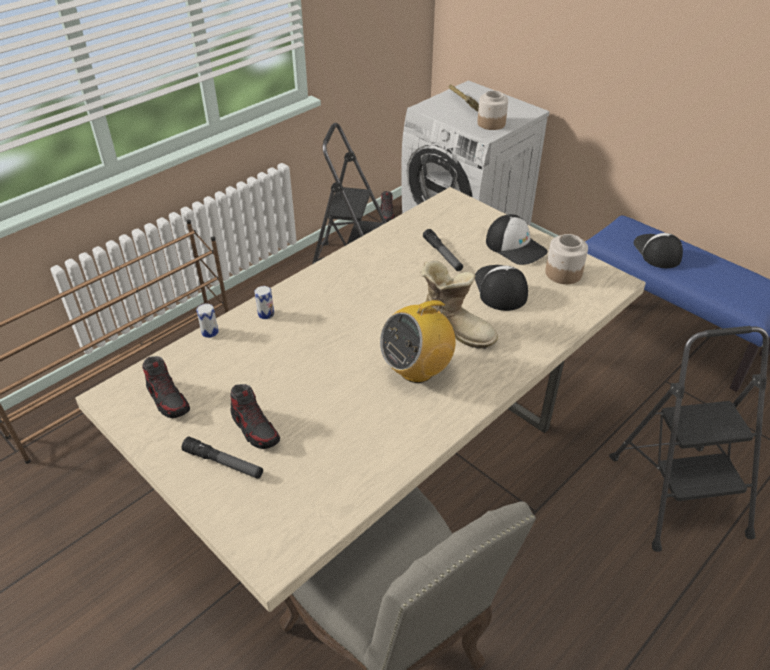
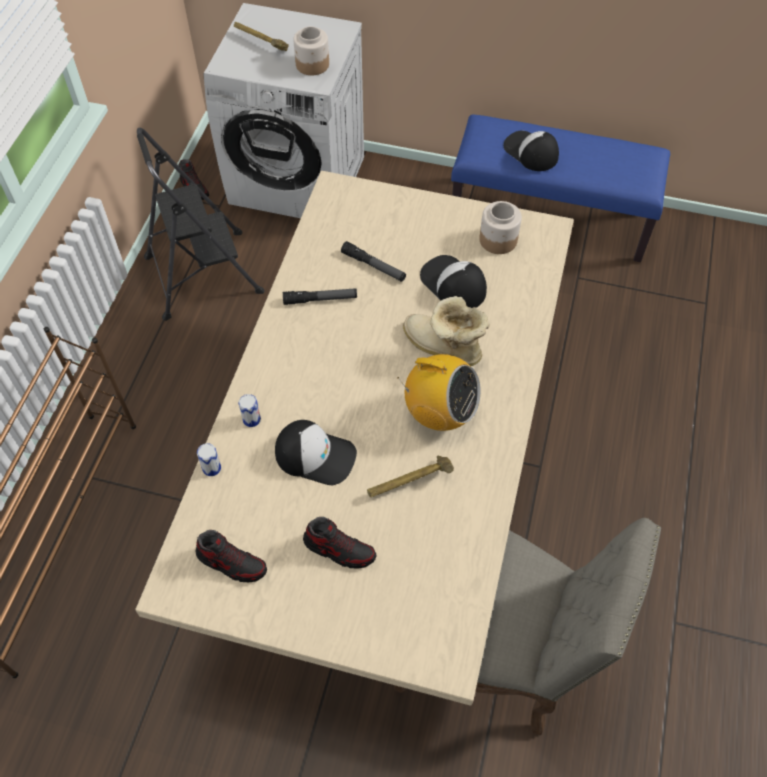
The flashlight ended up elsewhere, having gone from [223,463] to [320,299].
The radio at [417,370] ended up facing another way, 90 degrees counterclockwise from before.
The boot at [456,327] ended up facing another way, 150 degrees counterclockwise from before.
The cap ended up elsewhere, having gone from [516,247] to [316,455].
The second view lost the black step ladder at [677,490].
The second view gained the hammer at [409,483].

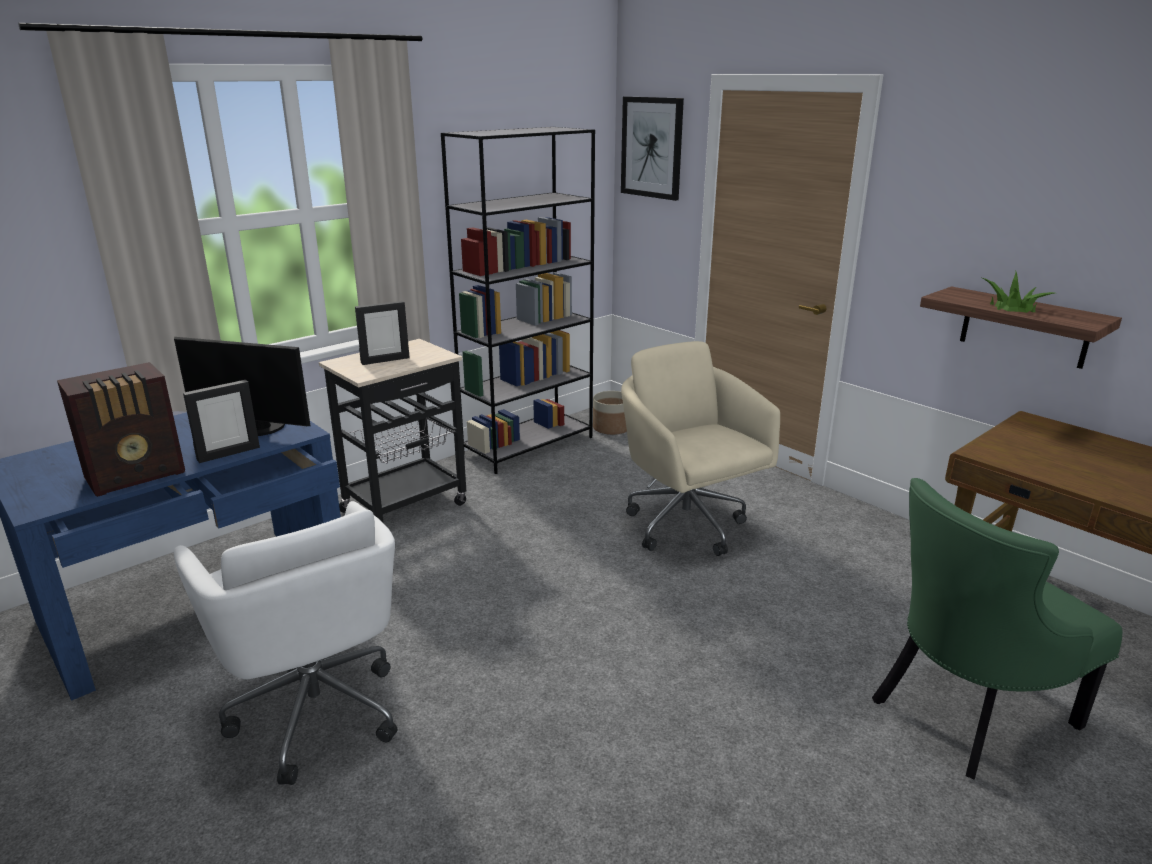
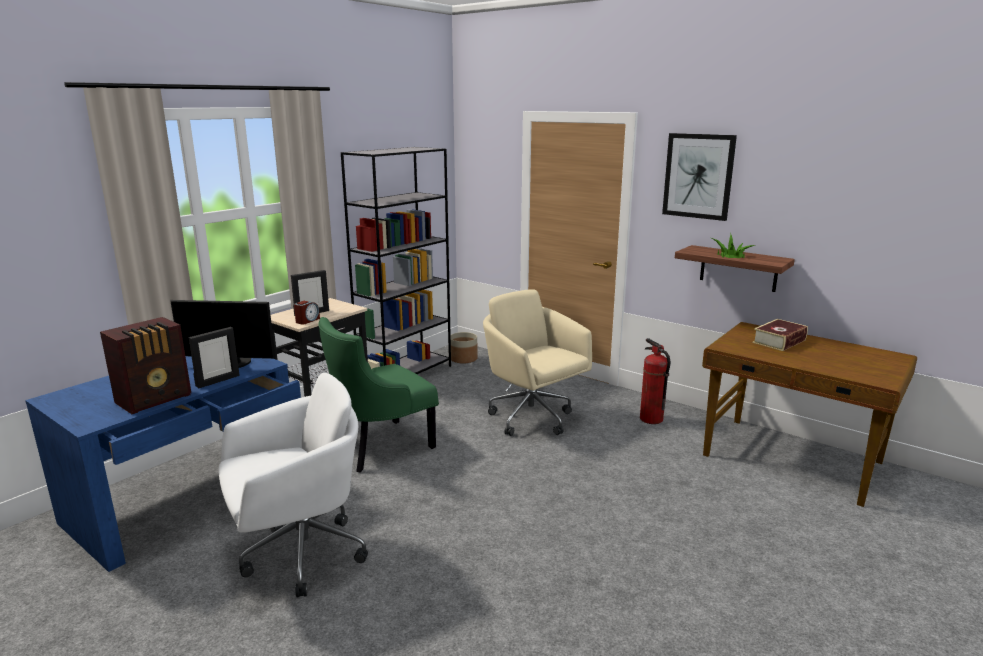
The white office chair at [314,711] ended up facing another way, 75 degrees counterclockwise from before.
The picture ended up elsewhere, having gone from [652,147] to [698,176].
The green chair ended up elsewhere, having gone from [971,709] to [382,446].
The second view gained the alarm clock at [307,320].
The second view gained the fire extinguisher at [651,419].
The second view gained the book at [779,341].

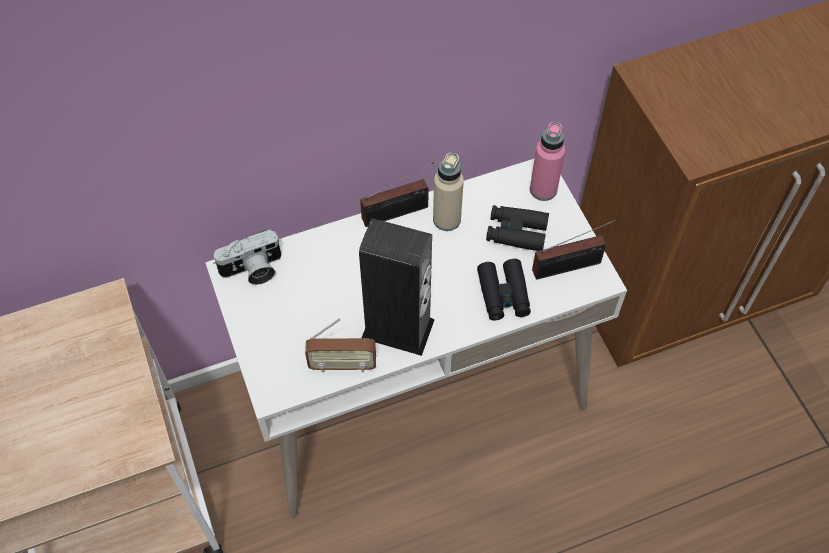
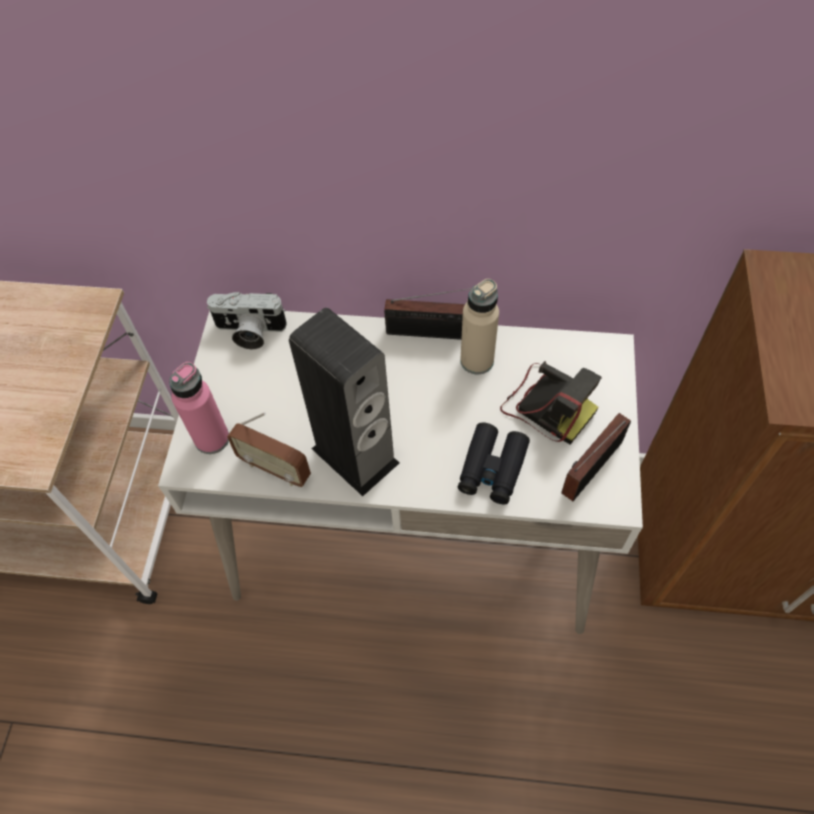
Where the black binoculars stood at [516,232], the photo camera came to stand at [546,405].
The pink bottle ended up elsewhere, having gone from [543,190] to [212,439].
The radio at [570,266] ended up facing another way, 120 degrees clockwise from before.

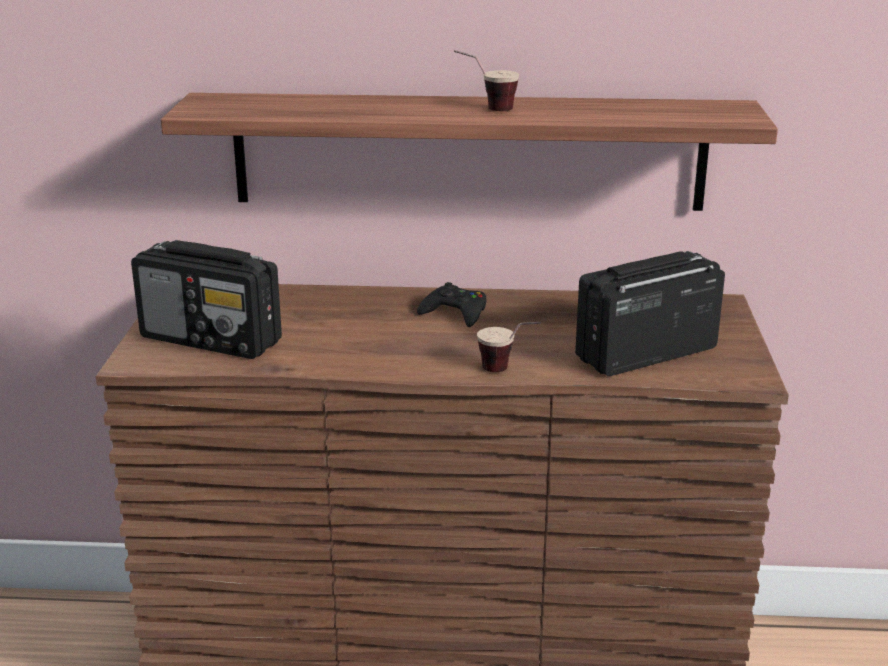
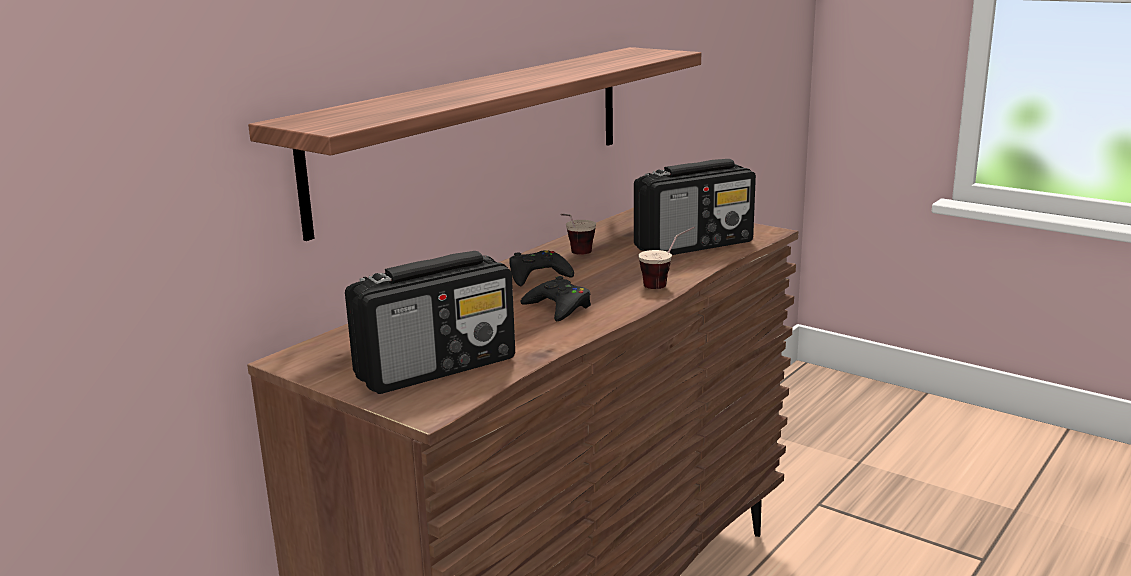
The cup ended up elsewhere, having gone from [486,109] to [575,256].
The radio at [644,354] ended up facing another way, 120 degrees counterclockwise from before.
The second view gained the black game controller at [558,307].

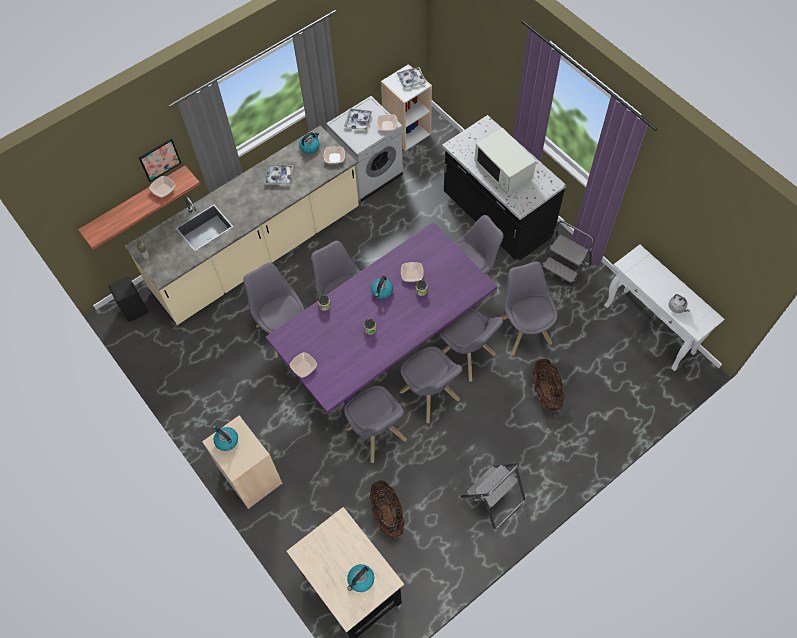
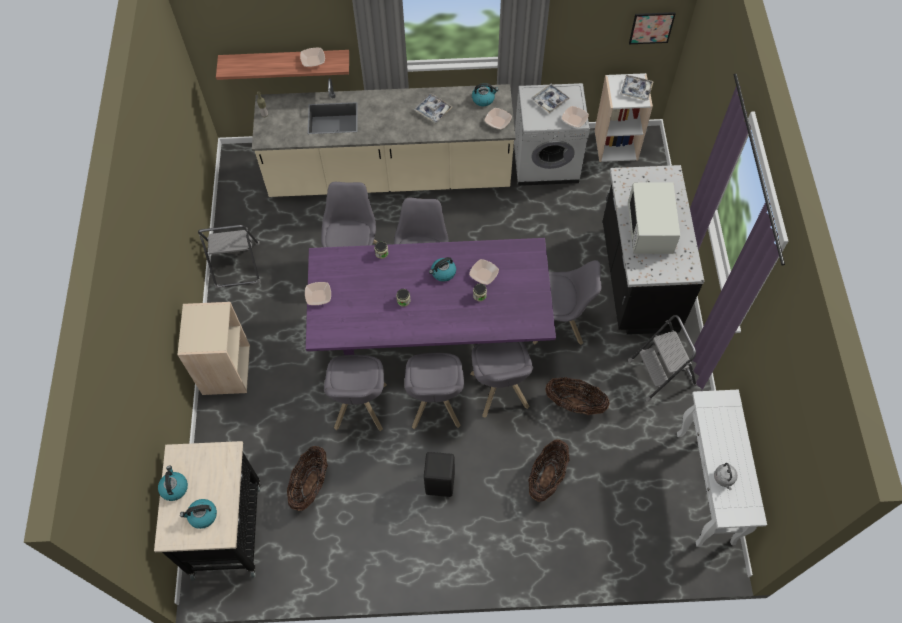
The black stool ended up elsewhere, having gone from [134,311] to [439,484].
The picture ended up elsewhere, having gone from [159,159] to [651,27].
The kettle ended up elsewhere, having gone from [226,440] to [174,487].
The grey step ladder ended up elsewhere, having gone from [493,500] to [237,267].
Where the grey chair stood at [524,330], the basket came to stand at [575,404].

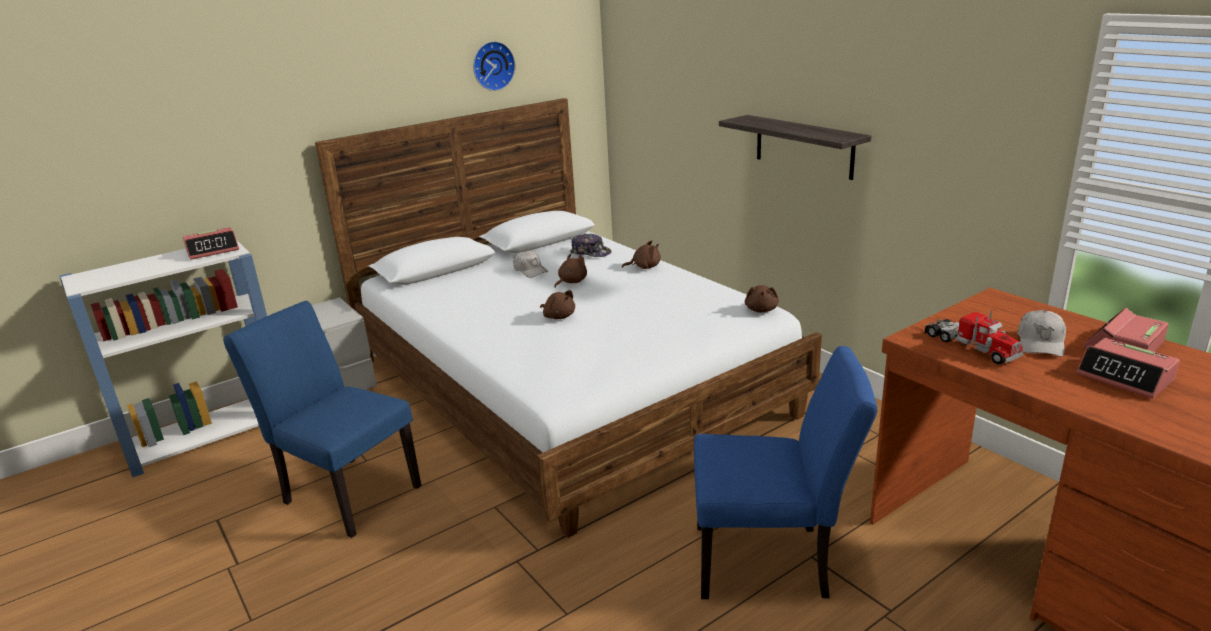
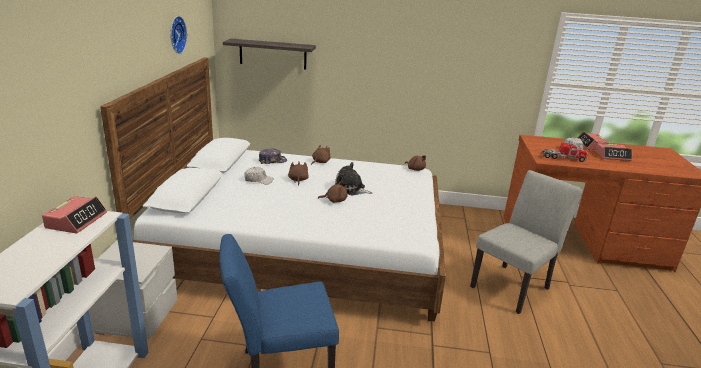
What was the blue chair at [772,561] turned into the grey chair at [514,285].
The shelf ended up elsewhere, having gone from [803,146] to [273,54].
The second view gained the plush toy at [351,189].

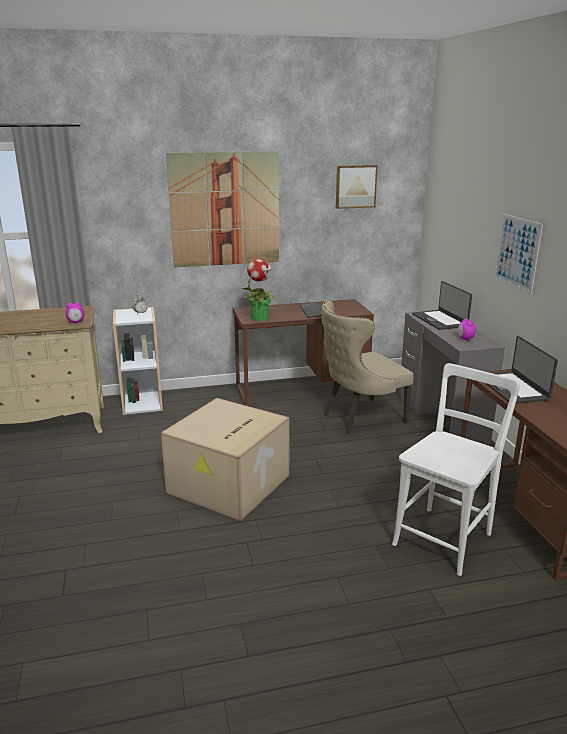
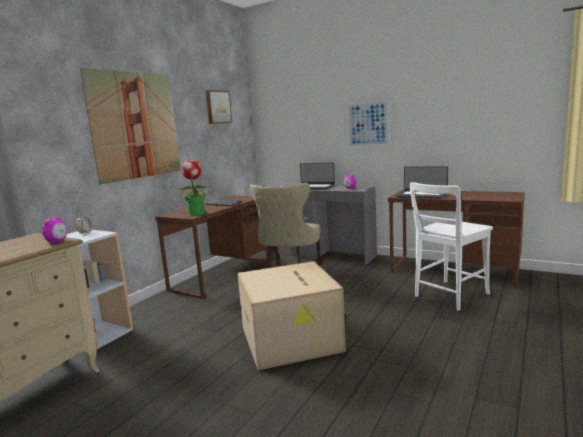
The white chair at [445,536] ended up facing another way, 120 degrees counterclockwise from before.

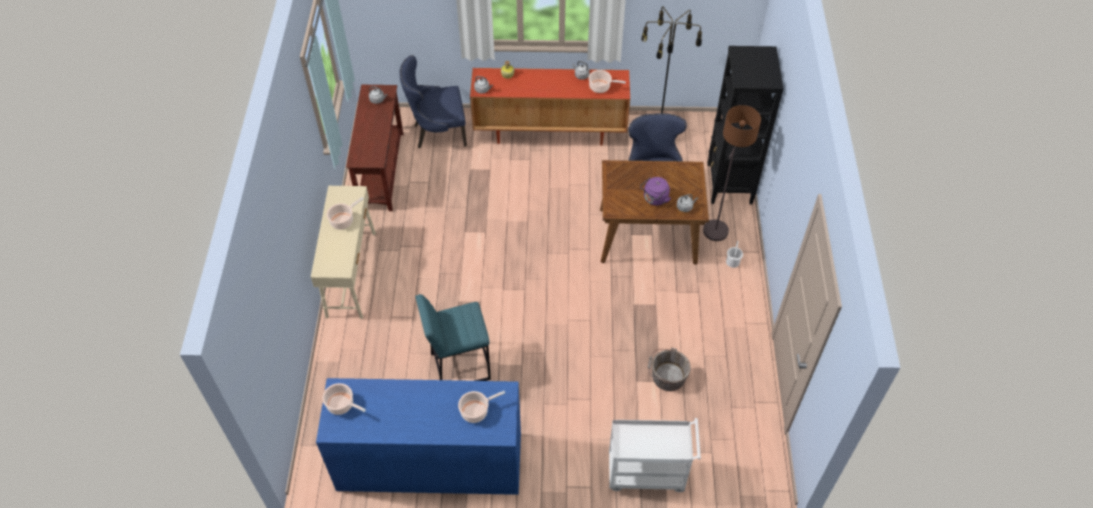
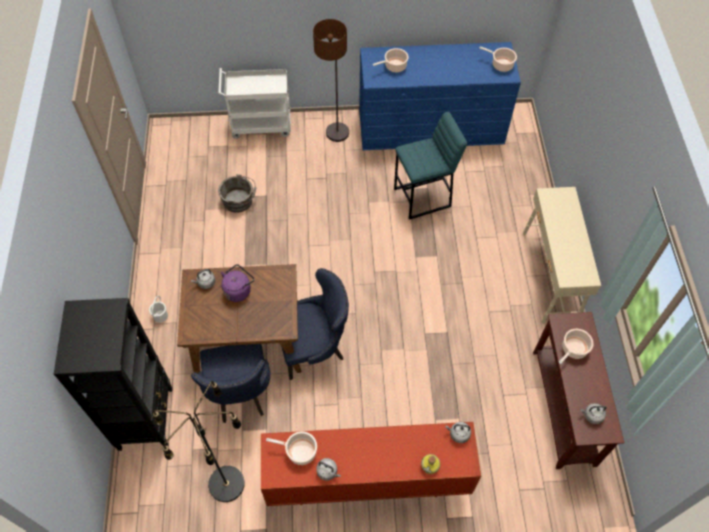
The cooking pot ended up elsewhere, having gone from [343,220] to [573,349].
The blue chair ended up elsewhere, having gone from [437,133] to [314,348].
The brown floor lamp ended up elsewhere, having gone from [718,225] to [334,138].

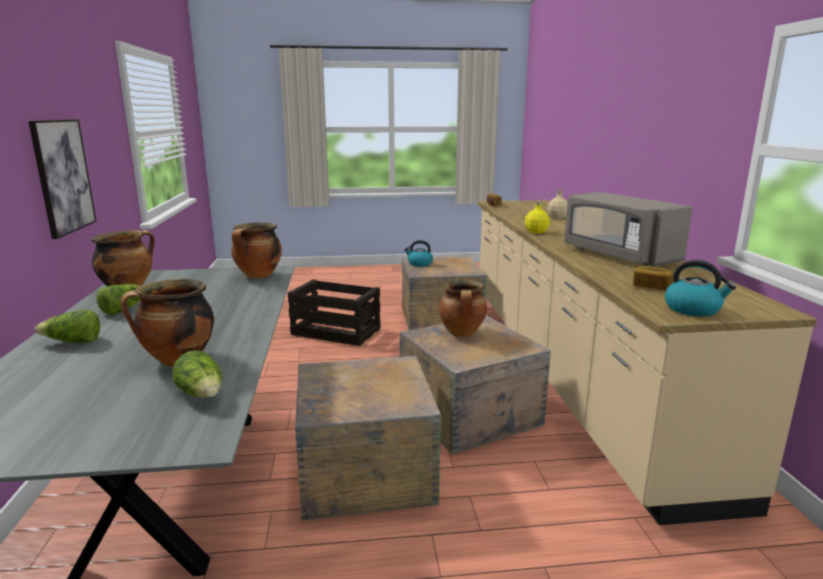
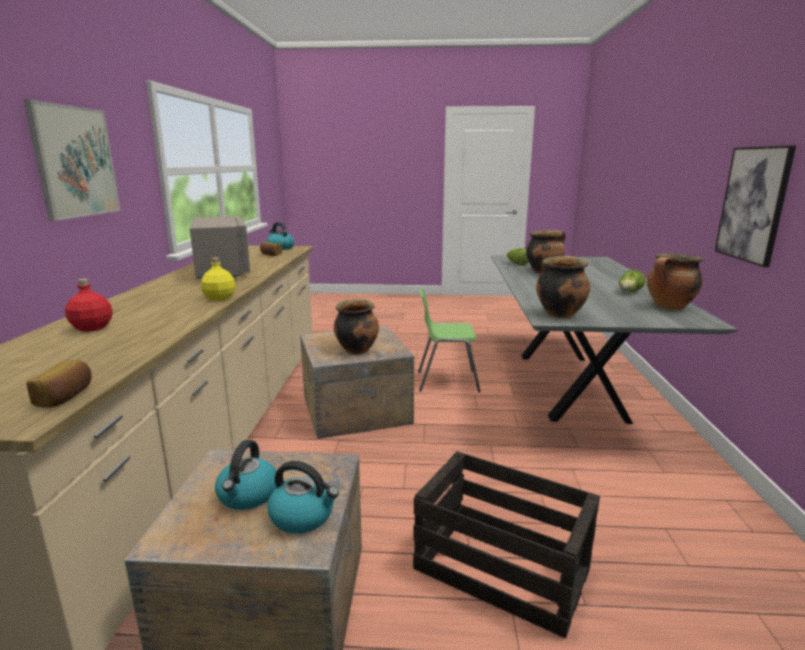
The second view lost the lettuce at [73,342].
Where the crate stood at [367,471], the green chair came to stand at [446,381].
What was the beige bottle at [557,217] turned into the red bottle at [92,328].
The second view gained the picture at [75,162].
The second view gained the kettle at [248,495].

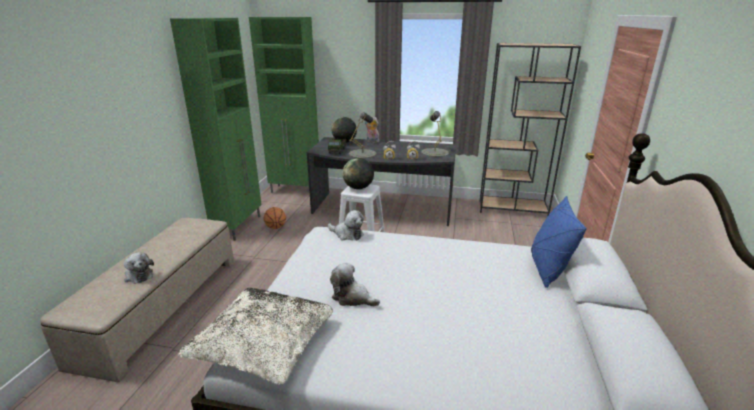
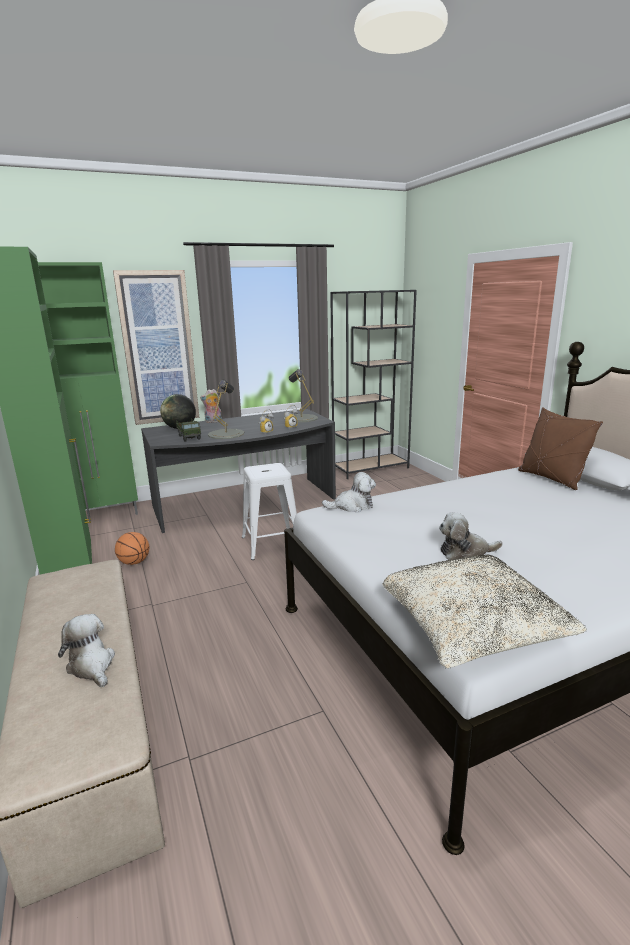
The plush toy at [138,275] ended up facing another way, 135 degrees counterclockwise from before.
The second view lost the globe at [358,188].
What was the blue pillow at [547,269] turned into the brown pillow at [551,479].
The second view gained the picture at [158,348].

